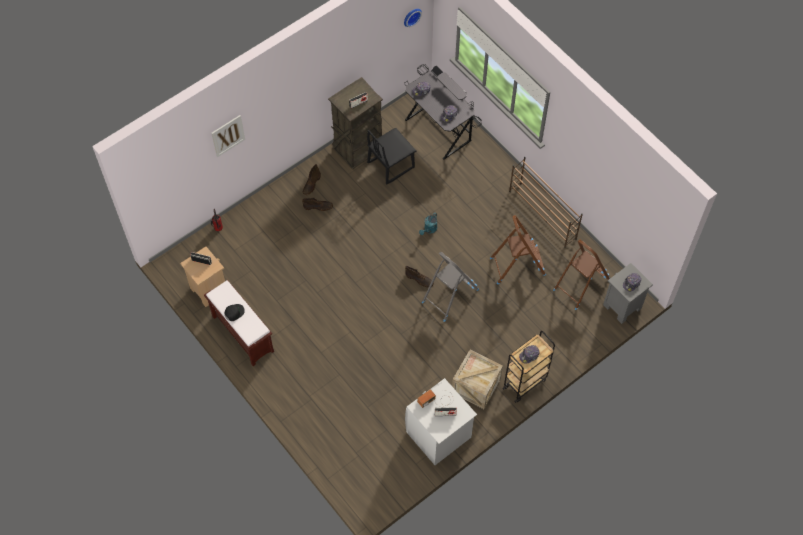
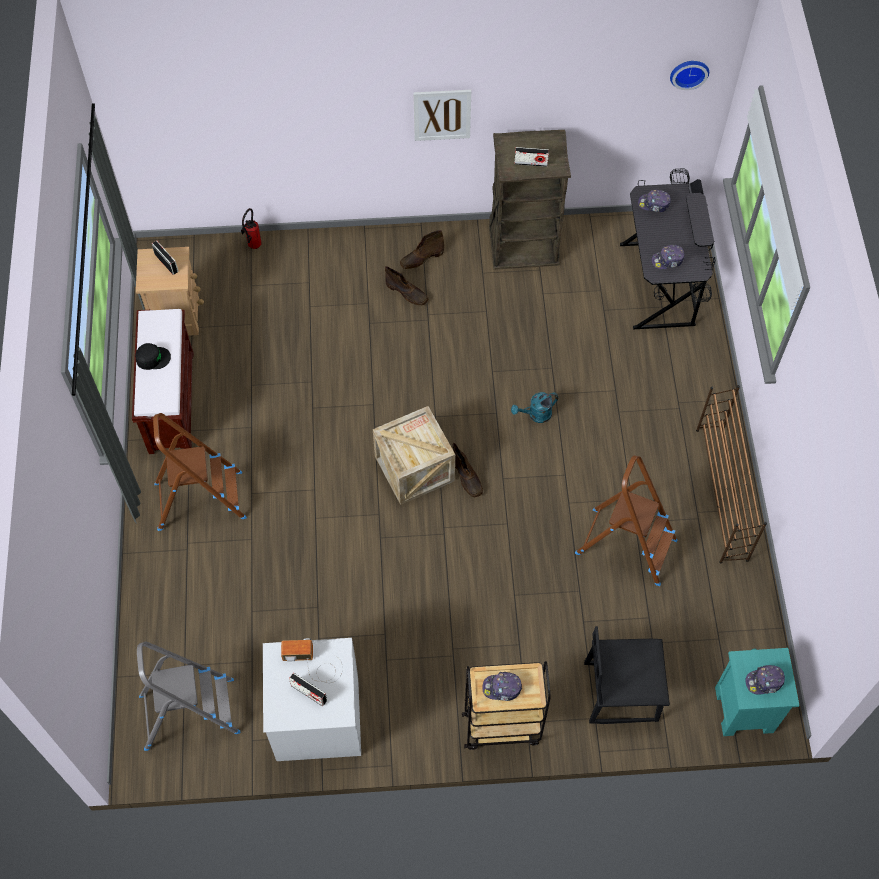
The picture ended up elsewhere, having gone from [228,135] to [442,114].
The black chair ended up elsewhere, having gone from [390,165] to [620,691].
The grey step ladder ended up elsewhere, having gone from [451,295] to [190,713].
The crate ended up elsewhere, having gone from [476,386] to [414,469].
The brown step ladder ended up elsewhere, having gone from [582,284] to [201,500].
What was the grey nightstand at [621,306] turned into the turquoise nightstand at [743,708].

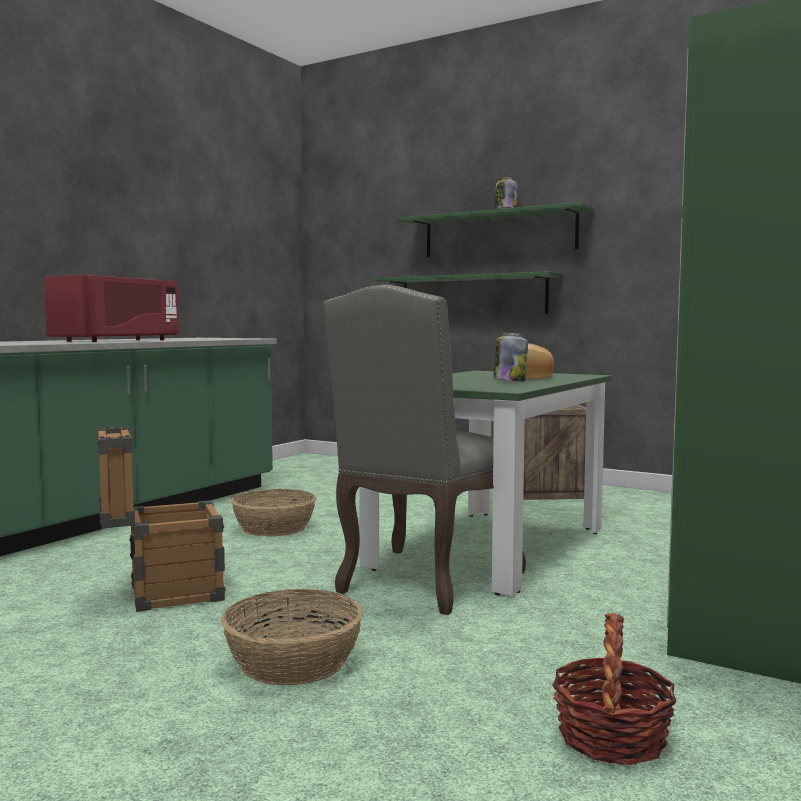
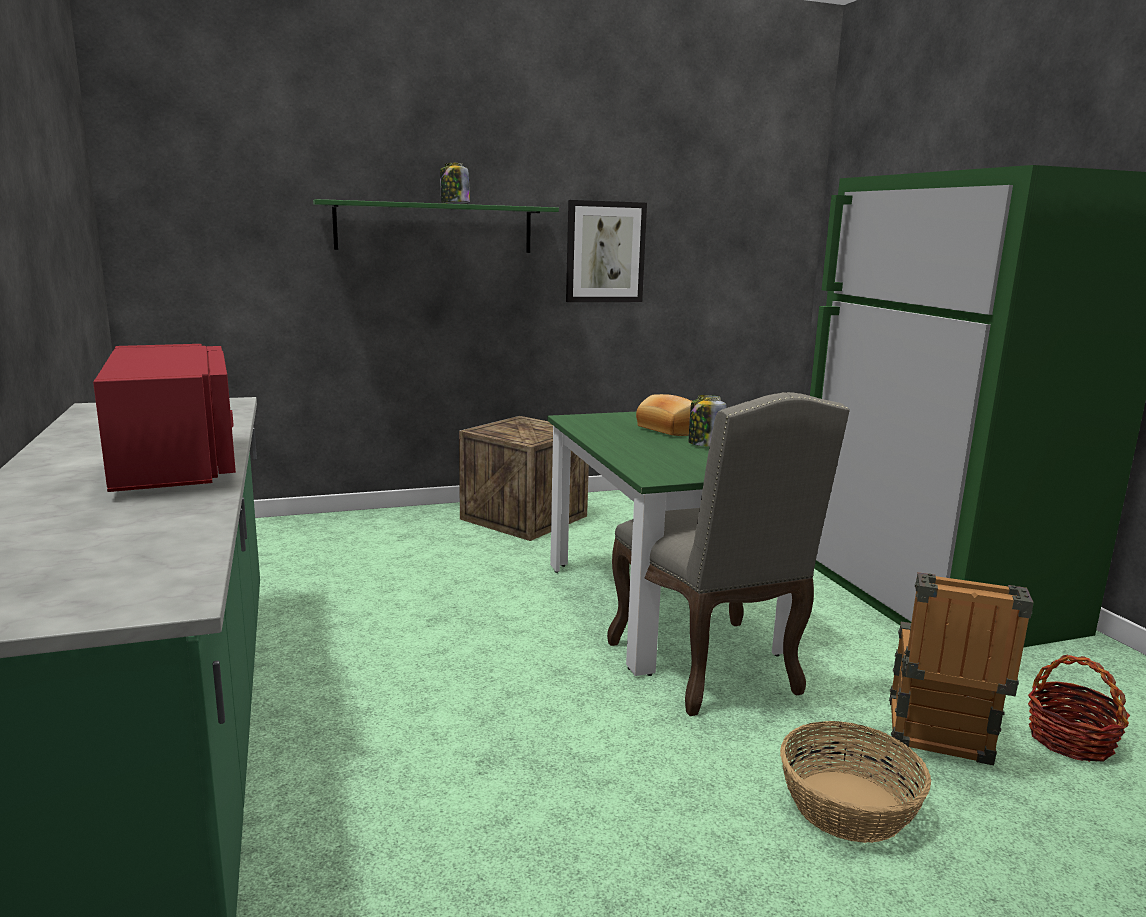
The crate ended up elsewhere, having gone from [161,594] to [938,738].
The second view lost the basket at [274,527].
The second view lost the green shelf at [472,295].
The second view gained the picture at [605,252].

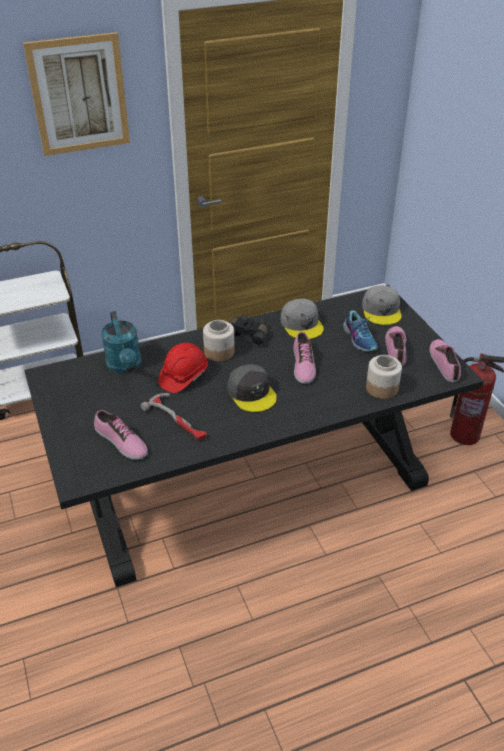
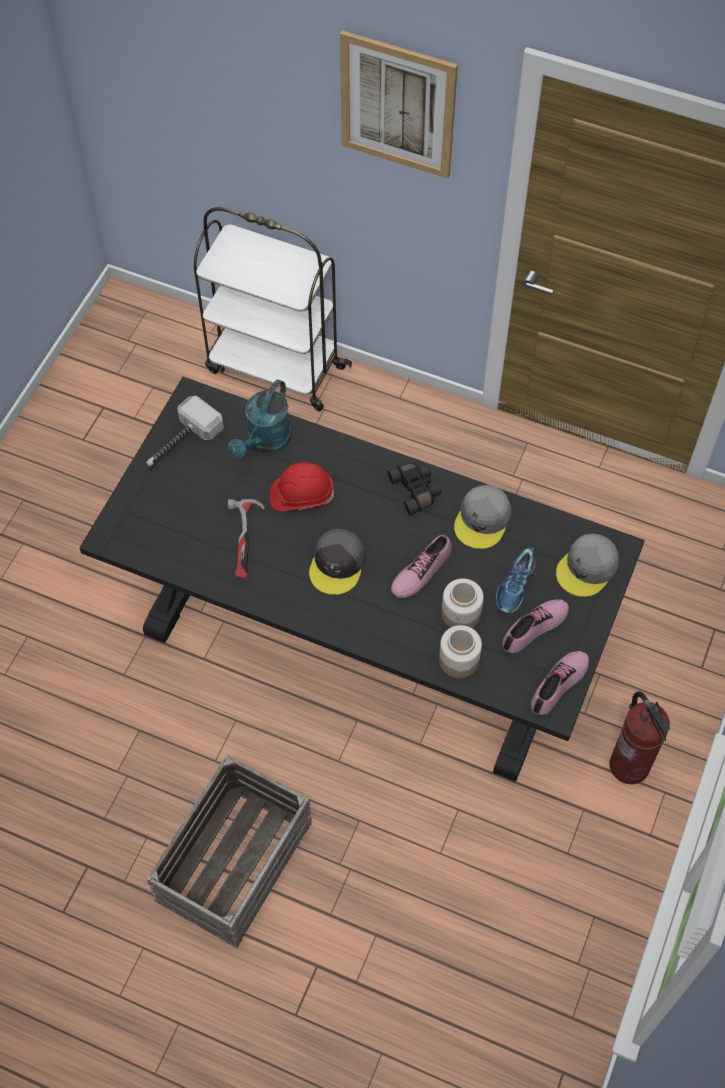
The second view lost the shoe at [120,442].
The jar ended up elsewhere, having gone from [219,352] to [461,614].
The second view gained the hammer at [180,442].
The second view gained the crate at [235,862].

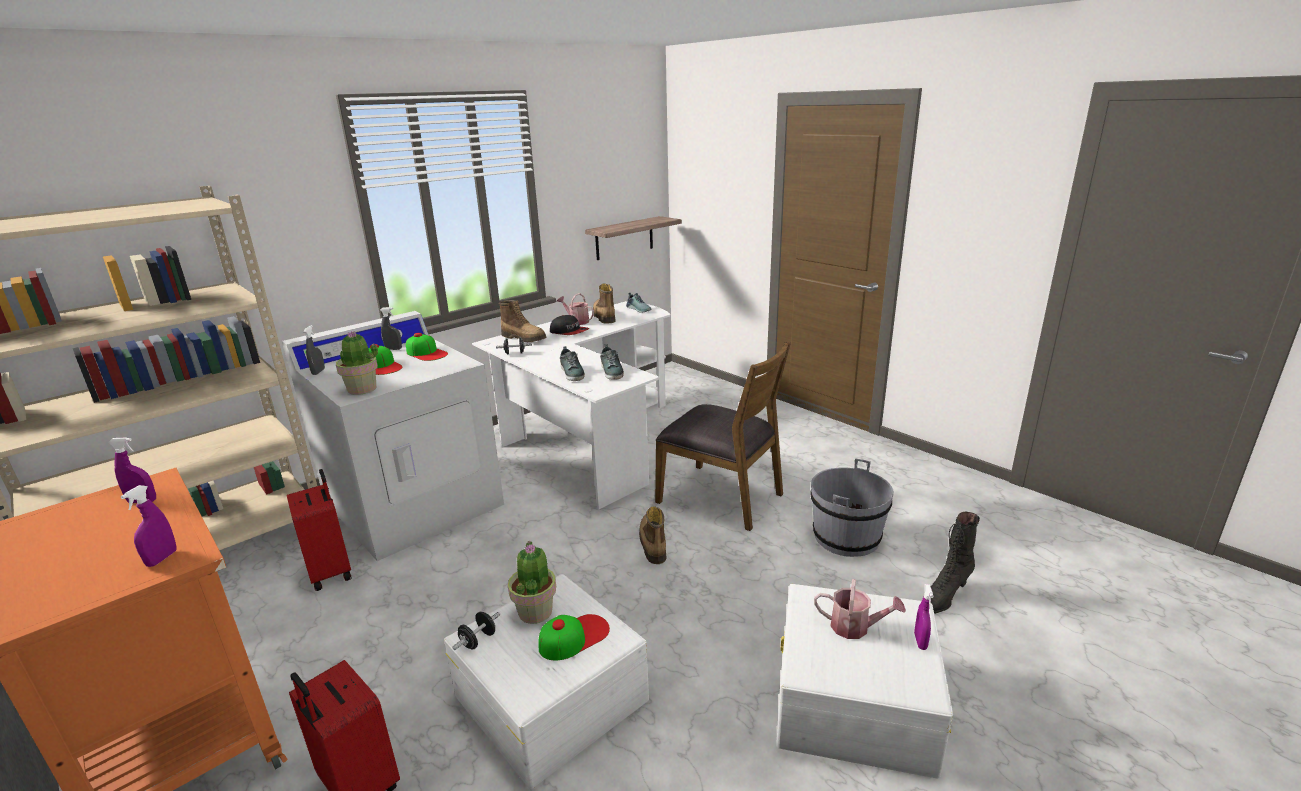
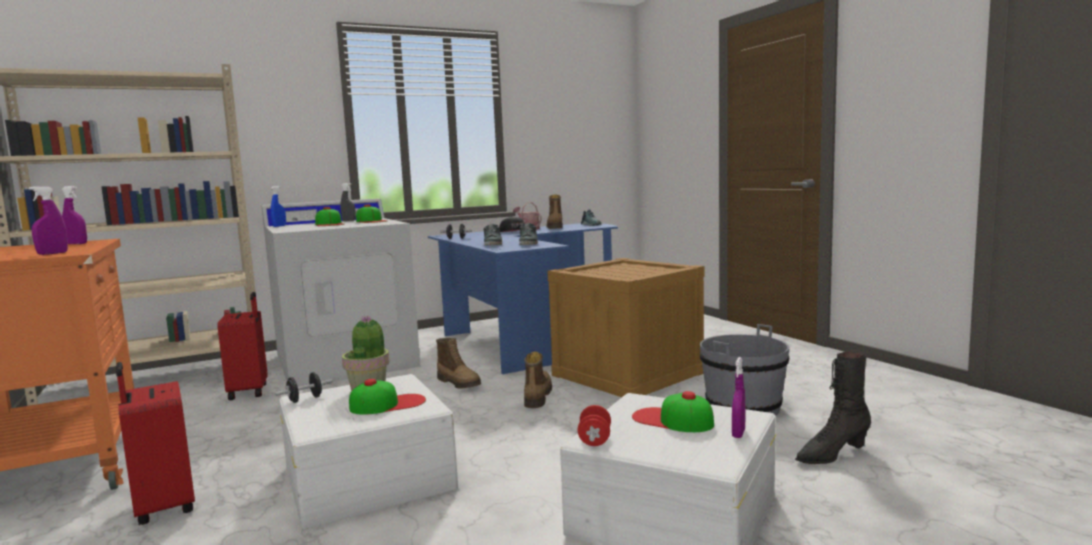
What was the grey spray bottle at [318,372] turned into the blue spray bottle at [279,226].
The second view lost the potted plant at [362,389].
What was the white desk at [588,438] turned into the blue desk at [525,335].
The boot ended up elsewhere, having gone from [524,338] to [460,383].
The second view lost the shelf at [624,238].
Where the brown chair stood at [721,497], the crate came to stand at [627,374].
Where the watering can stood at [855,627], the cap came to stand at [672,420].
The second view gained the red dumbbell at [595,440].

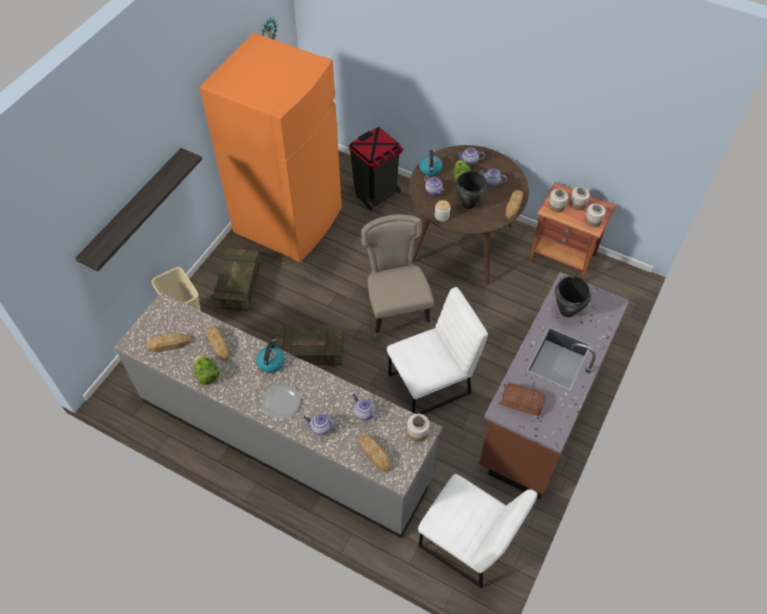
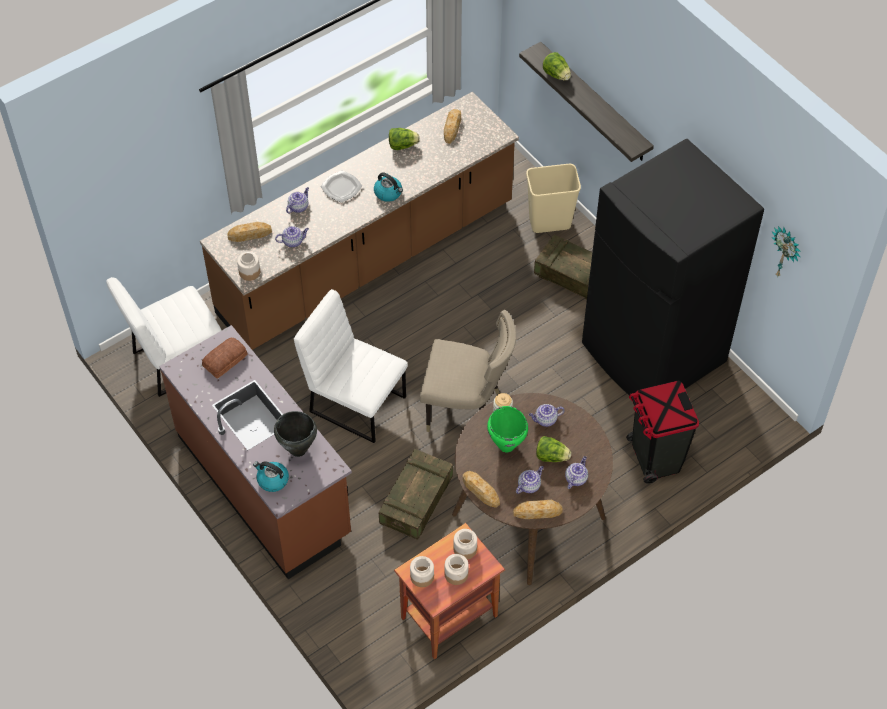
What was the grey counter at [284,438] turned into the brown counter at [367,260].
What was the orange fridge at [289,220] turned into the black fridge at [653,353].
The bread ended up elsewhere, having gone from [218,344] to [537,511].
The crate ended up elsewhere, having gone from [310,352] to [416,501].
The white chair at [432,383] ended up facing another way, 120 degrees clockwise from before.
The kettle ended up elsewhere, having gone from [430,169] to [272,480].
What was the black cooking pot at [468,204] turned into the green cooking pot at [506,445].
The second view gained the lettuce at [556,75].

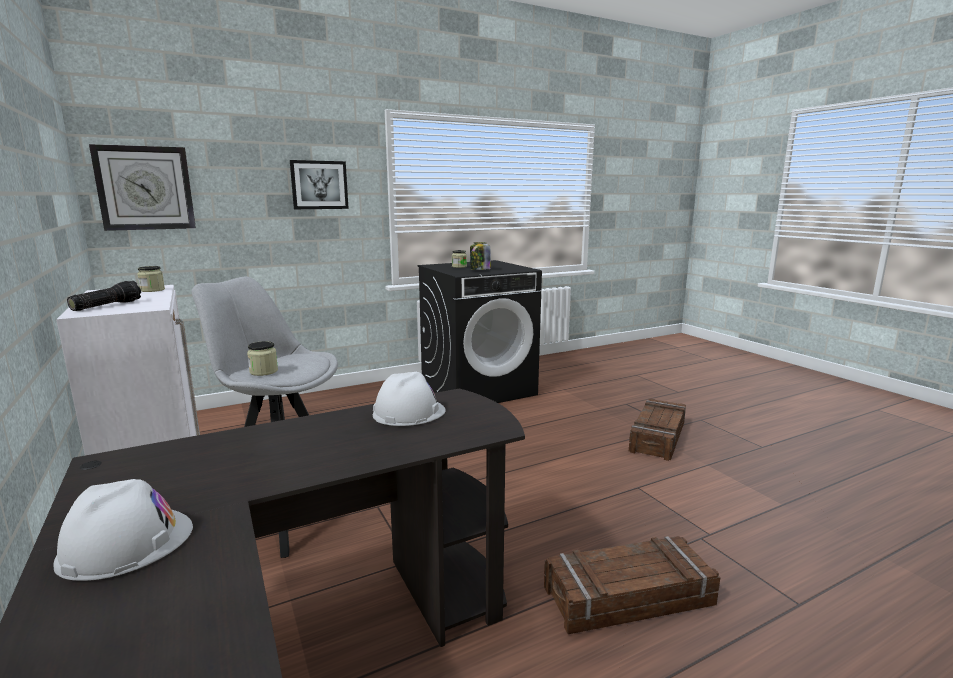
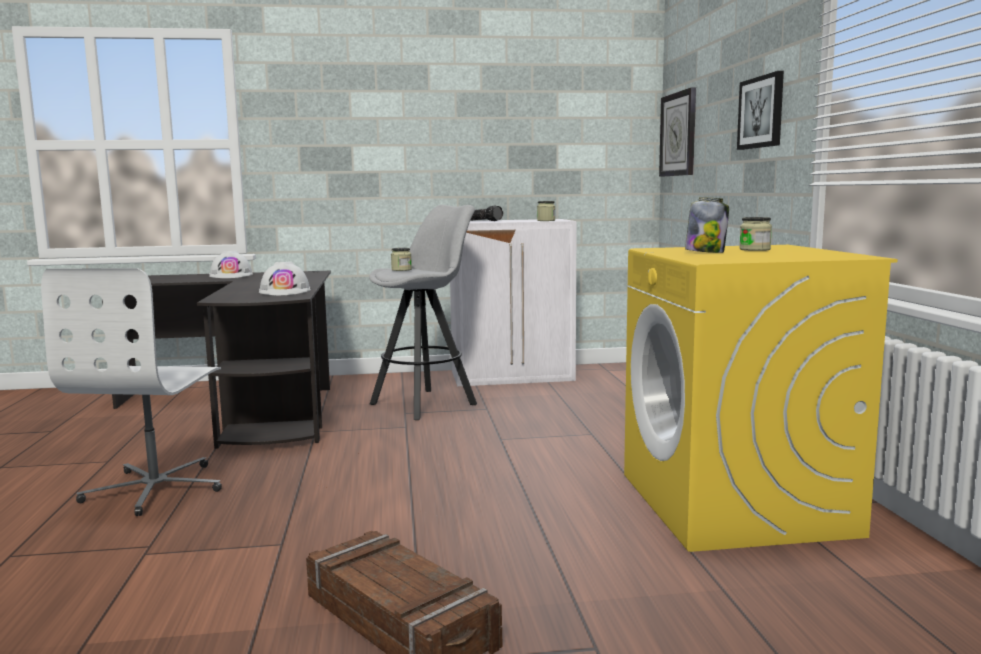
What was the black washing machine at [478,389] turned into the yellow washing machine at [736,504].
Where the crate stood at [628,597], the white office chair came to stand at [156,488].

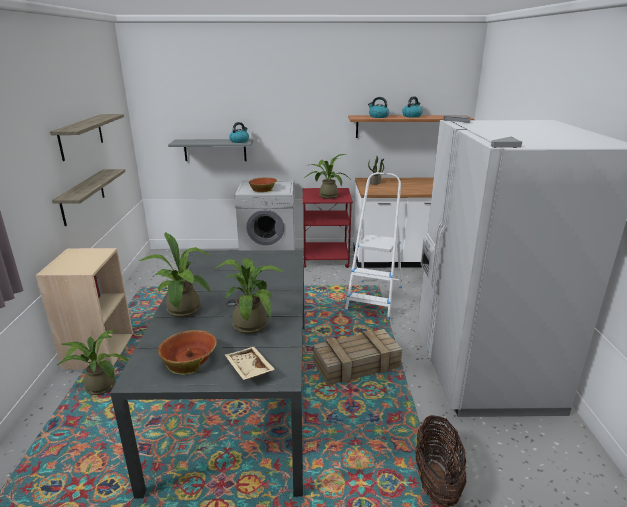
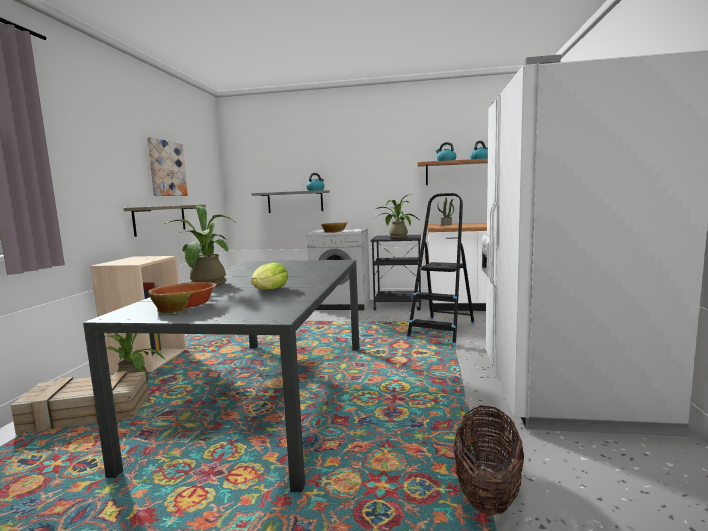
Where the shelf hung at [81,136], the picture came to hang at [166,168].
Where the potted plant stood at [251,323], the lettuce came to stand at [270,290].
The second view lost the beige tray at [248,369].
What was the red cart at [326,258] turned into the black cart at [399,304].
The crate ended up elsewhere, having gone from [355,365] to [85,414].
What was the white step ladder at [374,299] turned into the black step ladder at [441,331].

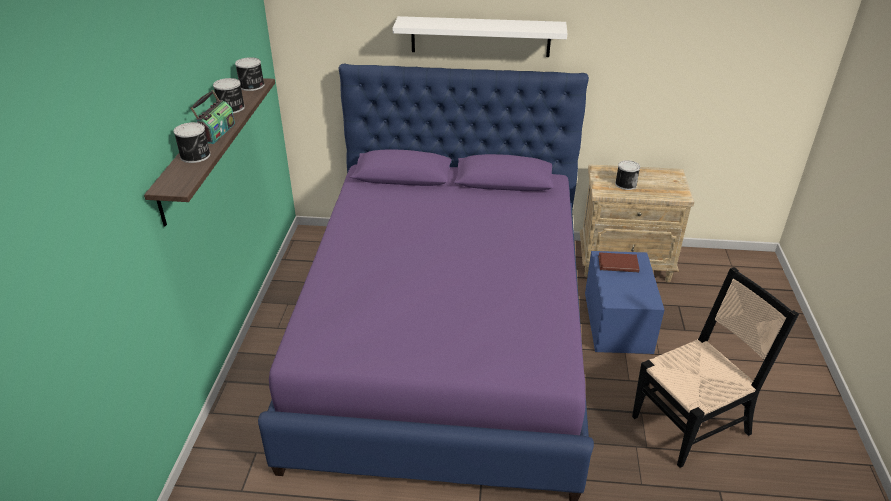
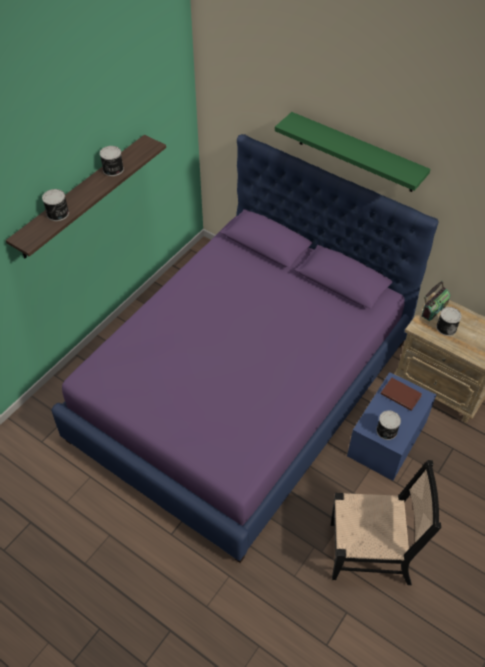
The radio ended up elsewhere, having gone from [217,132] to [433,309].
The can ended up elsewhere, having gone from [252,86] to [386,431].
What was the white shelf at [480,36] turned into the green shelf at [356,153].

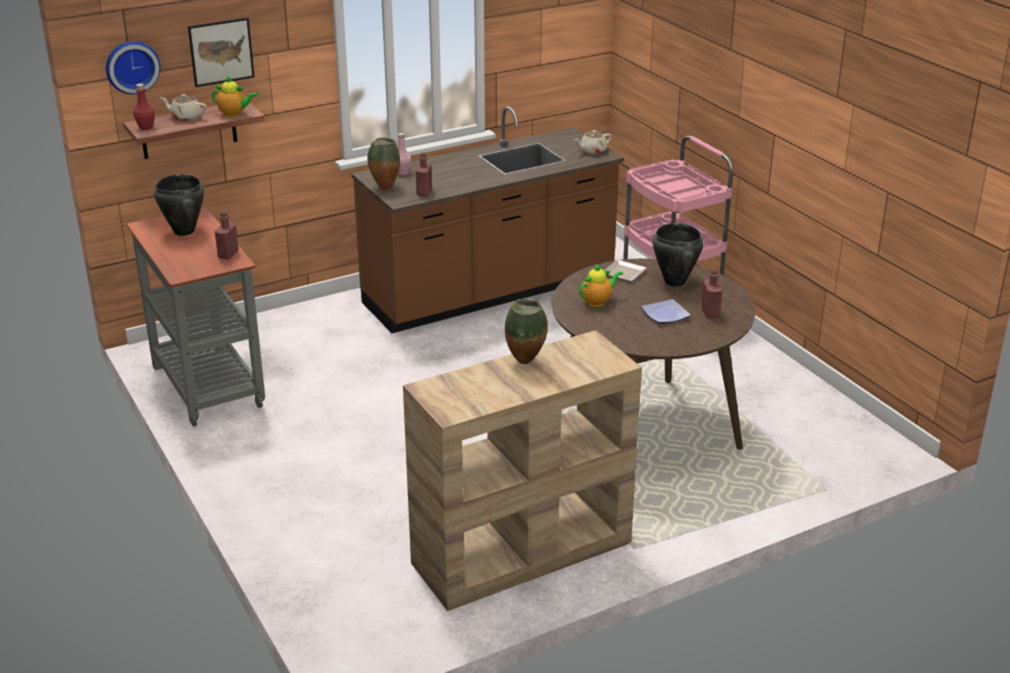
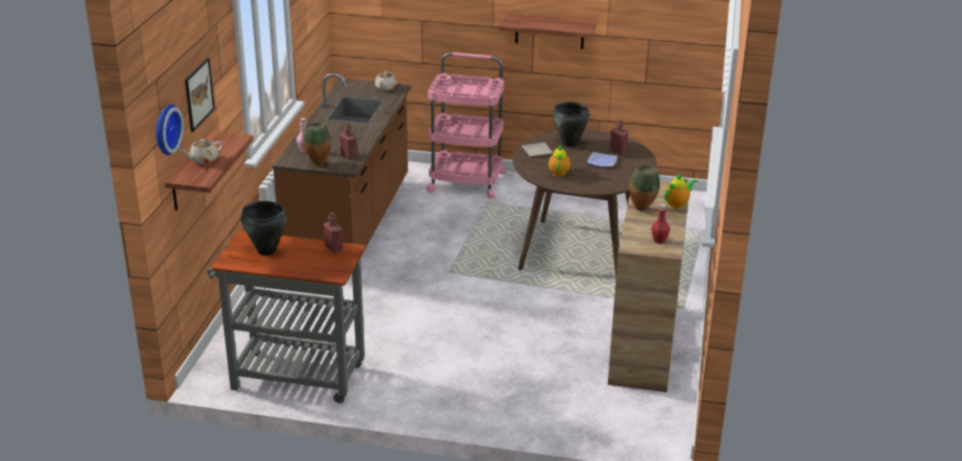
The red bottle ended up elsewhere, having gone from [146,127] to [659,240].
The teapot ended up elsewhere, having gone from [234,114] to [677,204].
The second view gained the shelf at [549,31].

